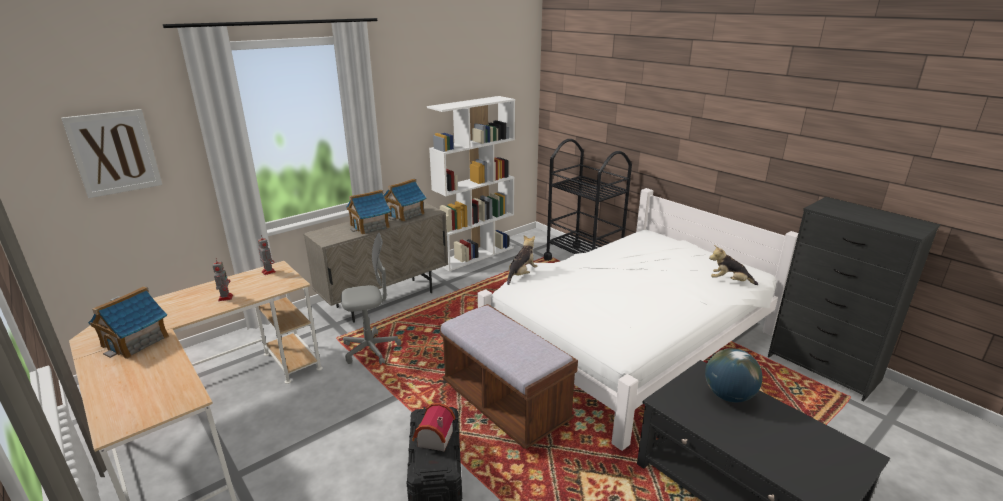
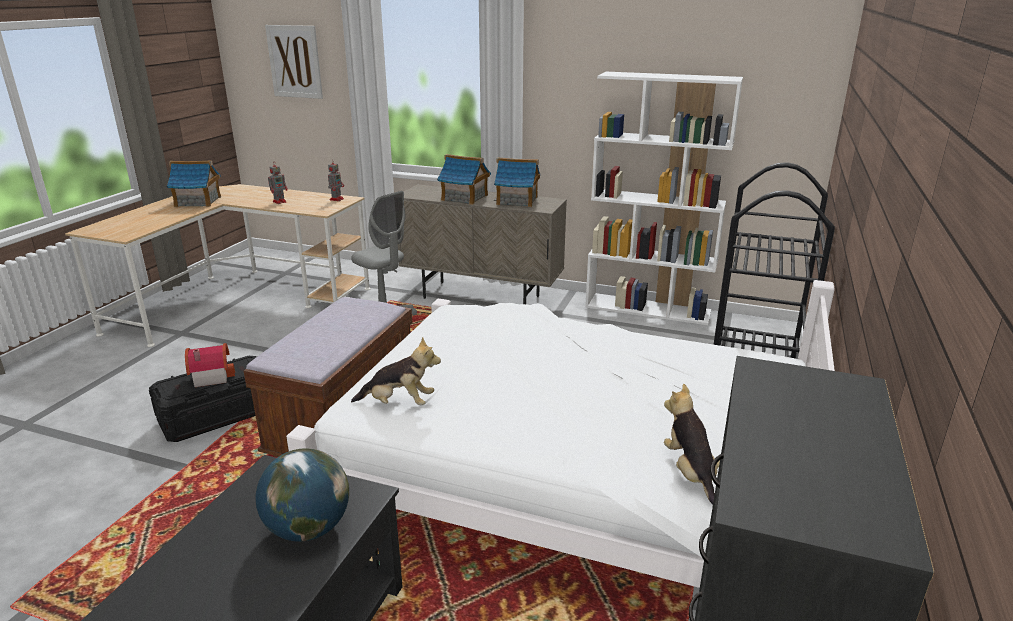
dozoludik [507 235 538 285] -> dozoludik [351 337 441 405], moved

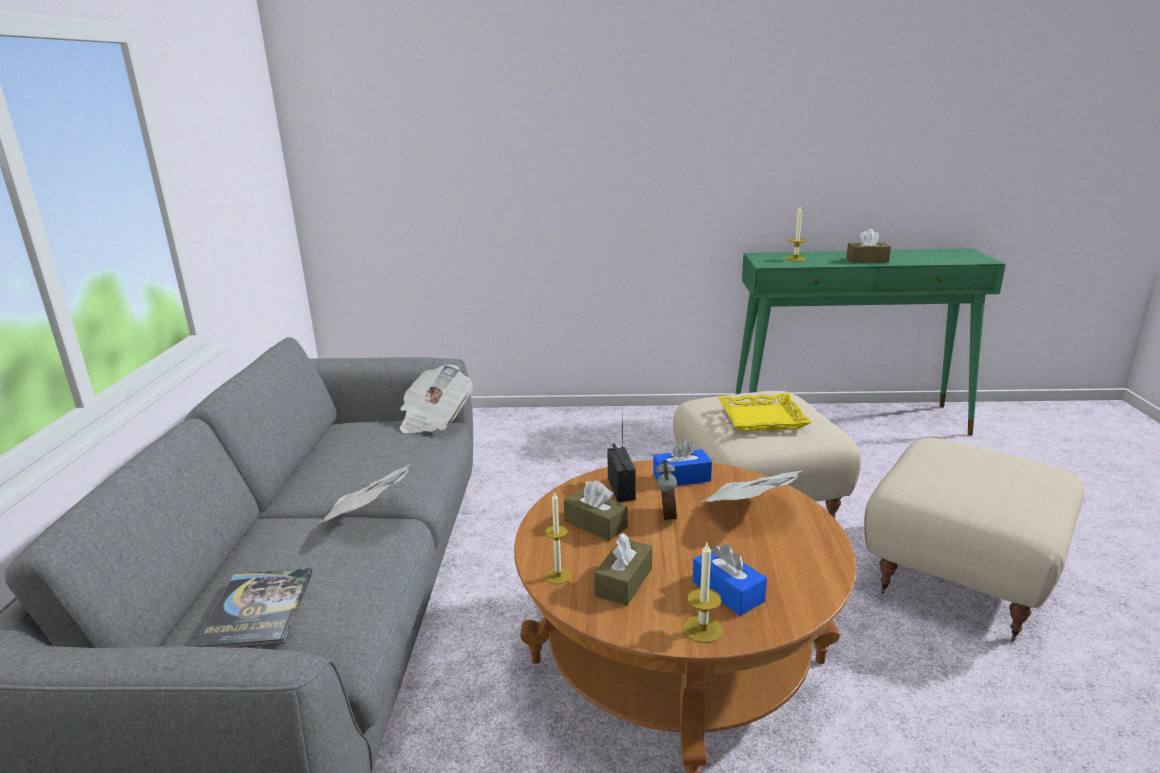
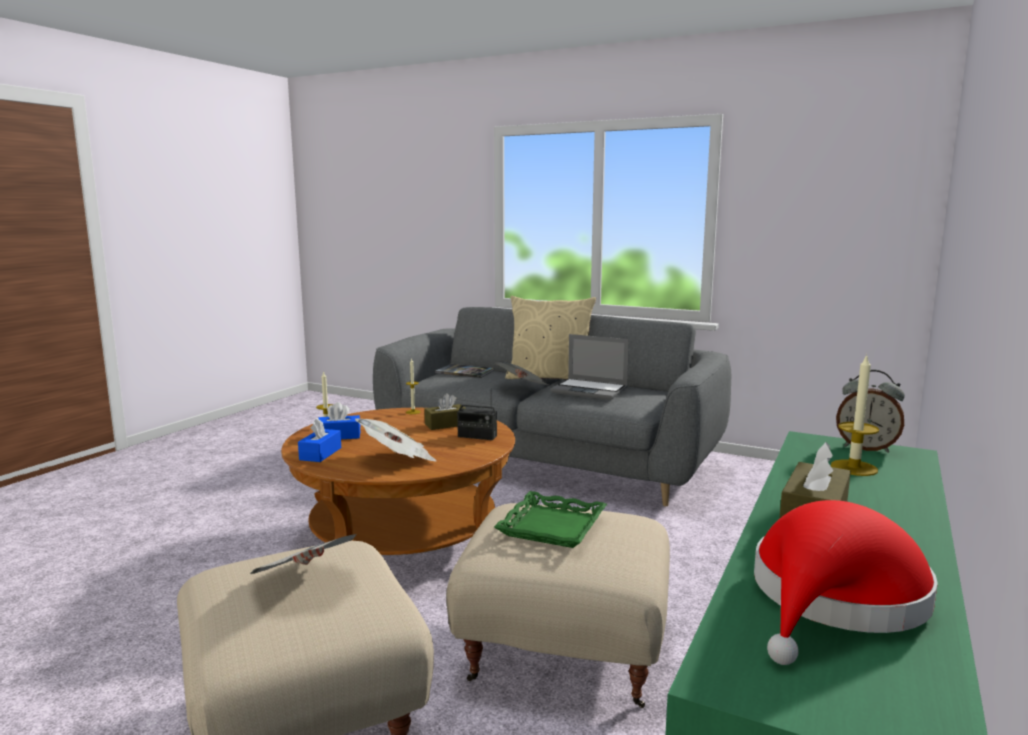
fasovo [400 364 473 434] -> fasovo [250 534 357 574], moved
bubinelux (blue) [653 439 712 486] -> bubinelux (blue) [298 418 341 462], moved
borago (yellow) [718 393 812 431] -> borago (green) [494 491 607 548]
none -> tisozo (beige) [505 296 596 379]
none -> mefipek [551 334 629 400]
none -> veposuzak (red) [754 500 938 665]
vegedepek [656 460 677 524] -> vegedepek [836 370 905 453], moved
bubinelux (brown) [594 533 652 606] -> none

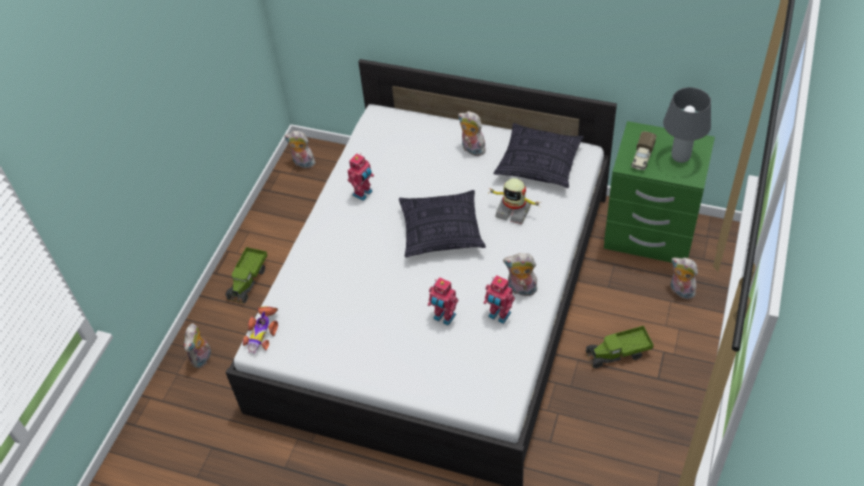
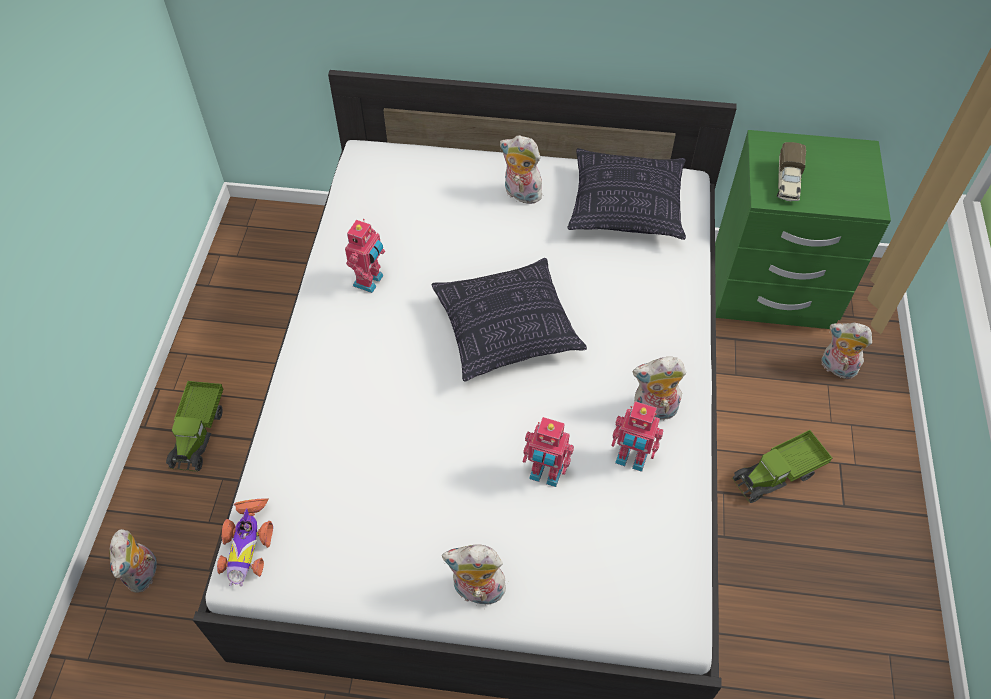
dozoludik [284 131 317 168] -> dozoludik [442 545 508 609], moved
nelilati [490 178 541 225] -> none
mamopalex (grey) [663 87 711 163] -> none

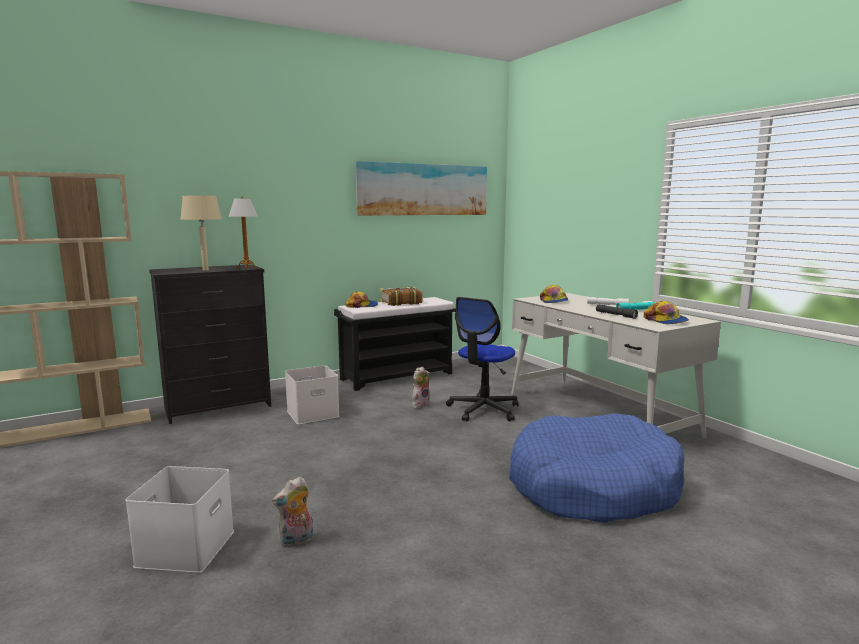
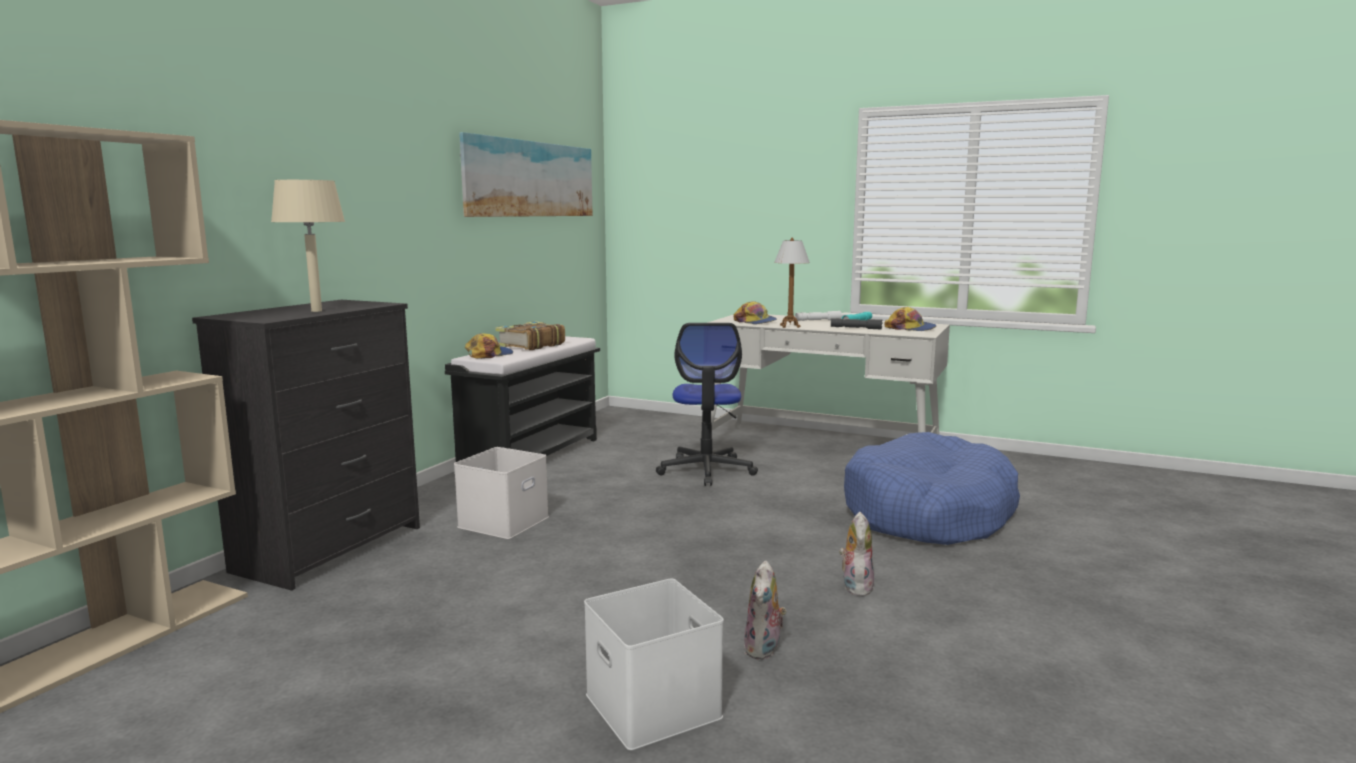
mamopalex [228 196 258 270] -> mamopalex [774 238 810 328], moved
dozoludik [411 367 430 409] -> dozoludik [839 512 874 596], moved

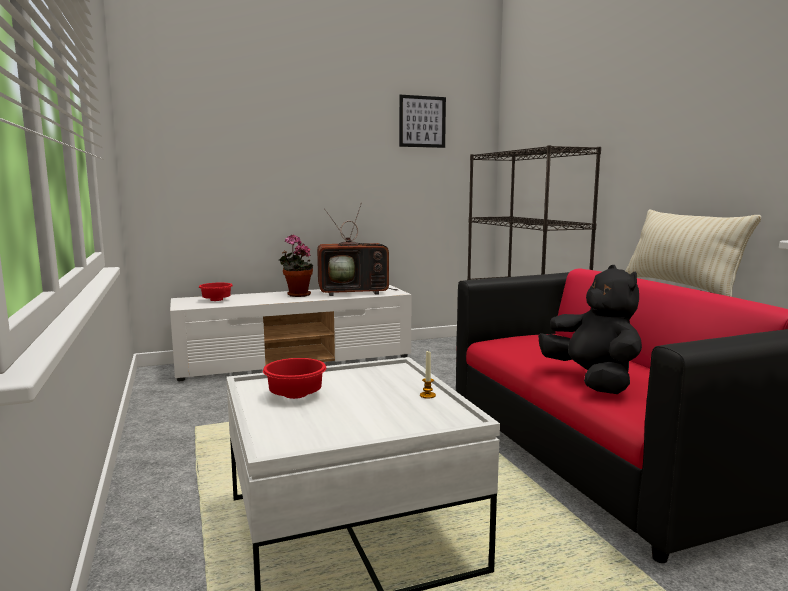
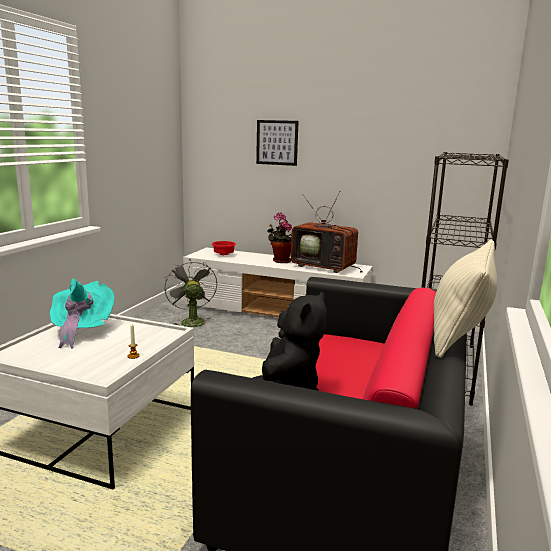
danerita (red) [263 358 326 399] -> veposuzak (turquoise) [50 279 114 348]
none -> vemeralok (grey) [164 259 217 328]
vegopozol [399 95 446 148] -> vegopozol [256 120 299 166], moved

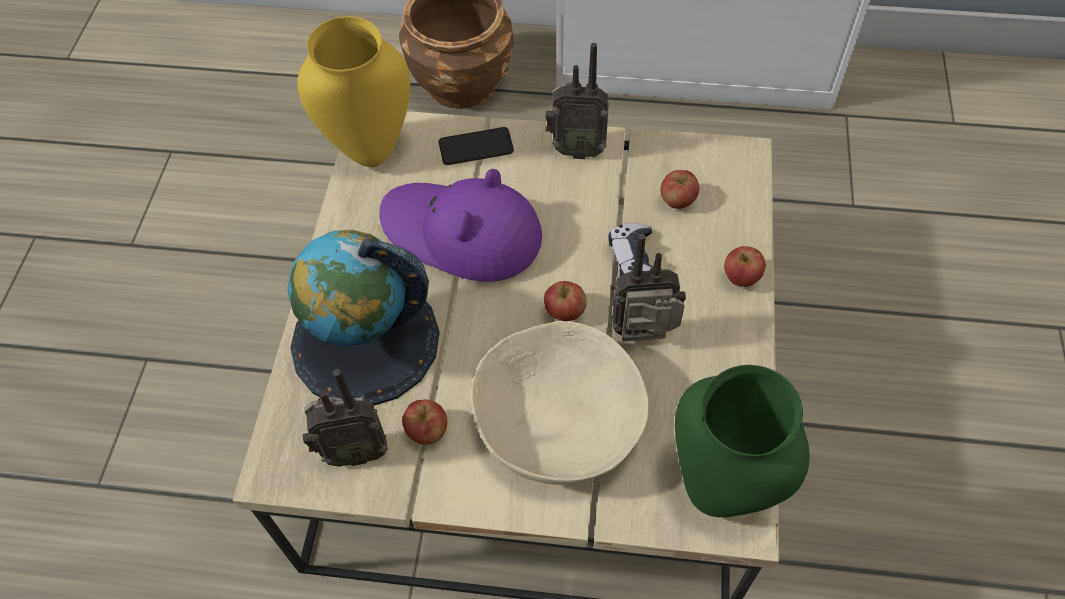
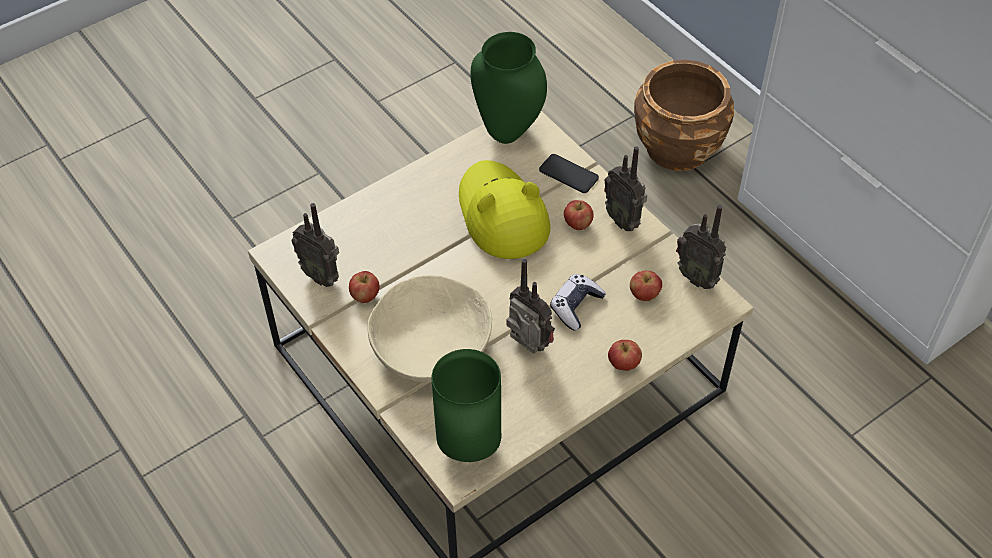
veposuzak (purple) [379 169 542 282] -> veposuzak (yellow) [459 160 550 259]
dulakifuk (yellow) [297 16 410 167] -> dulakifuk (green) [470 32 547 144]
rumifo [544 281 587 321] -> rumifo [564 200 594 230], moved
none -> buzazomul [676 205 726 289]
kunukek [288 230 440 405] -> none

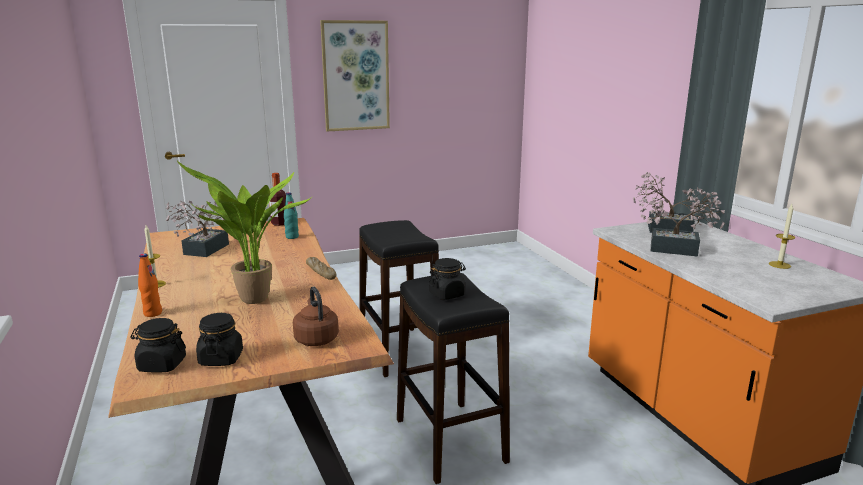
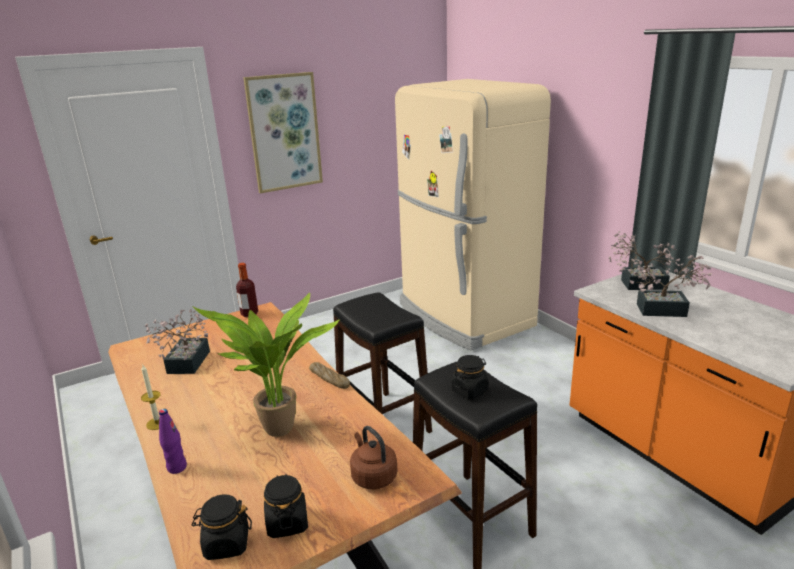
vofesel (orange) [138 253 162 317] -> vofesel (purple) [159 409 187 474]
none -> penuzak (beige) [395 79 551 350]
vofesel (turquoise) [284 192 299 239] -> none
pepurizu [769 204 795 269] -> none

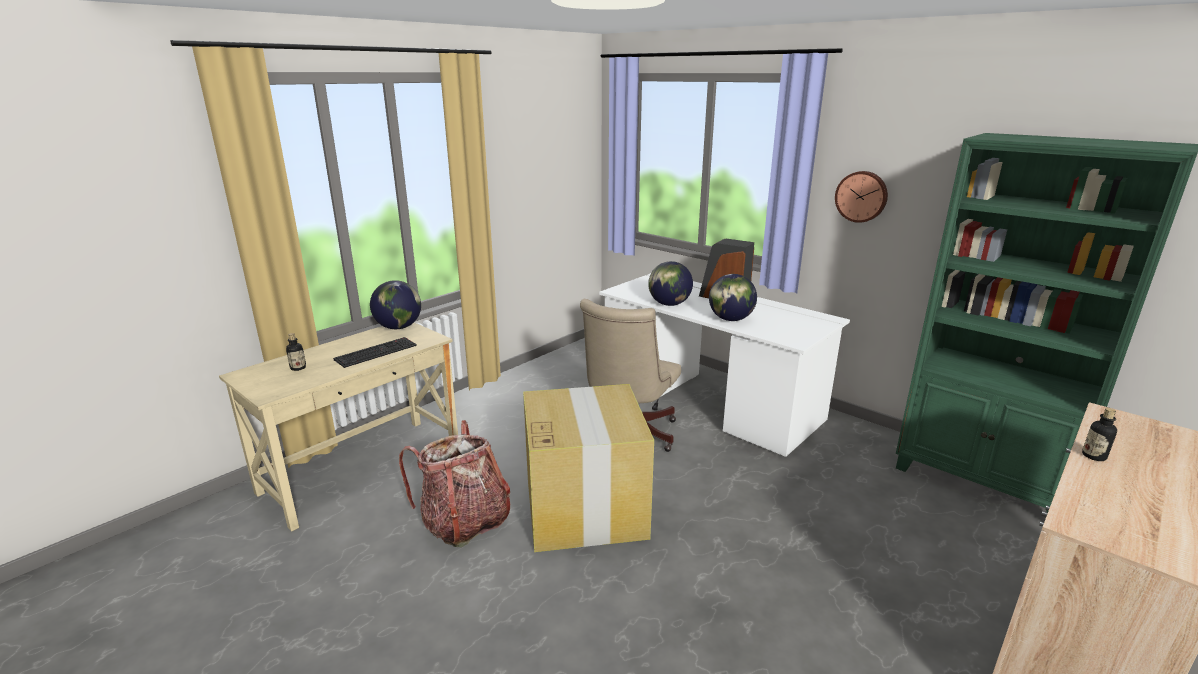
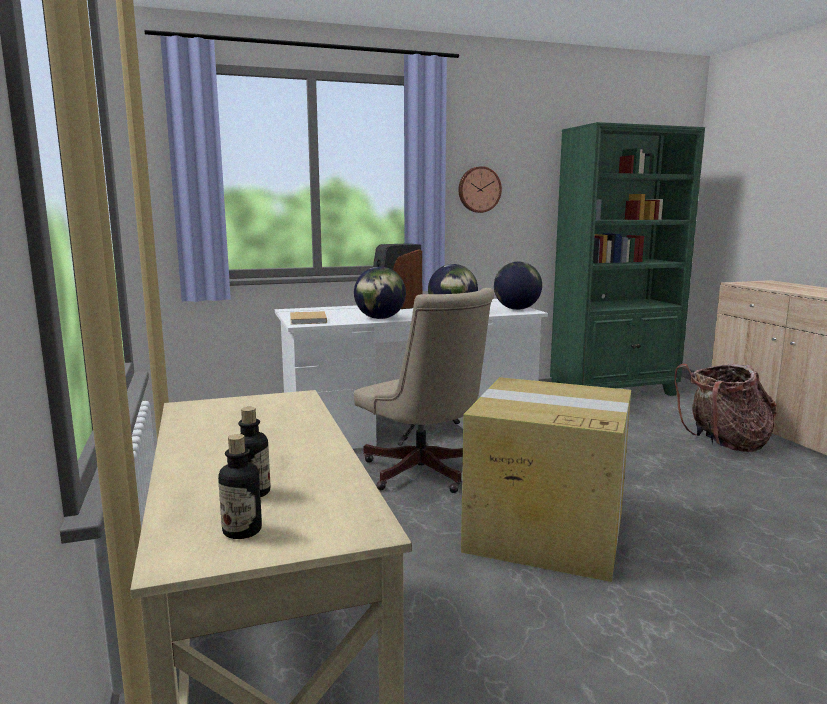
vofesel [1082 408 1117 461] -> vofesel [218 434 262 539], moved
none -> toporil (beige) [290 311 327 325]
kunukek [370 280 421 329] -> kunukek [494 262 542 310], moved
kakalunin [399 420 510 547] -> kakalunin [674 364 777 452], moved
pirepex [333 337 417 368] -> none

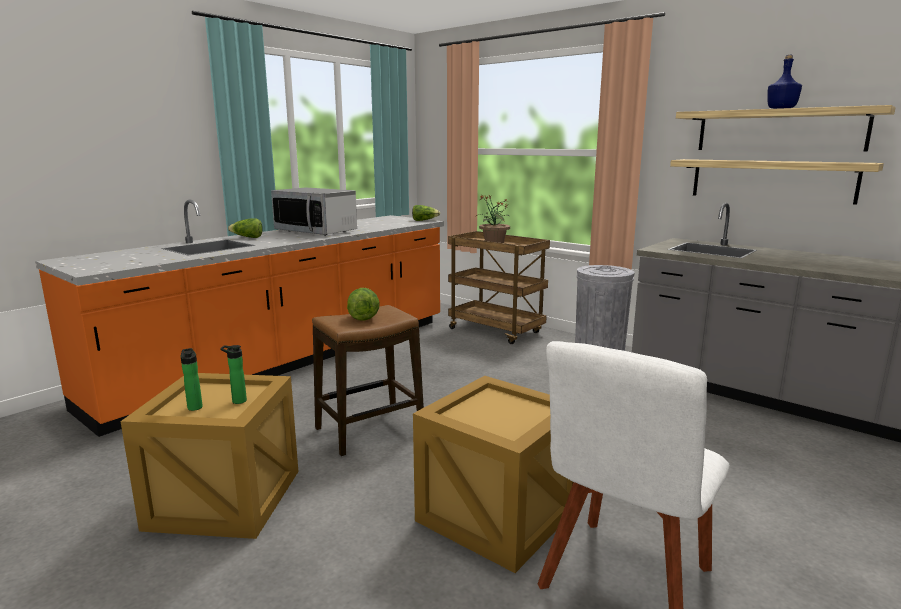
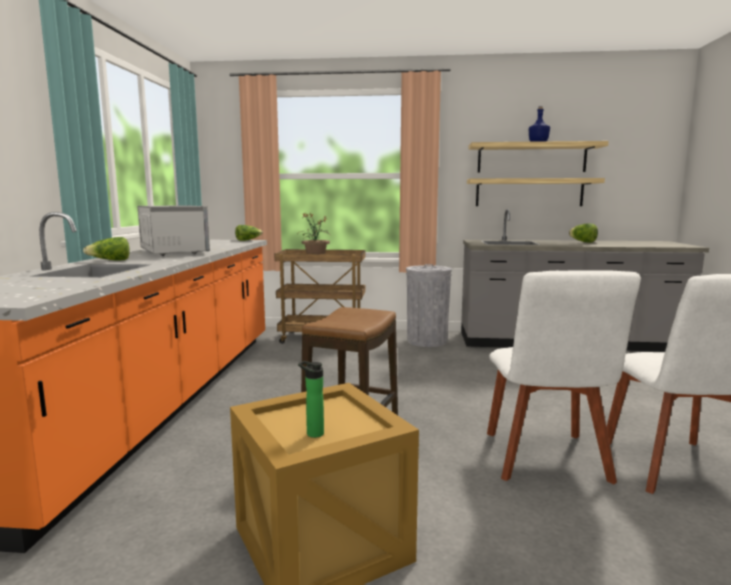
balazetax [271 187 357 236] -> balazetax [137 205 210 256], 120 degrees counterclockwise
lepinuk [413 376 573 573] -> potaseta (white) [487 270 641 484]
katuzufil [347 288 380 321] -> katuzufil [569 223 598 242], moved
vofesel [220 345 247 404] -> none

